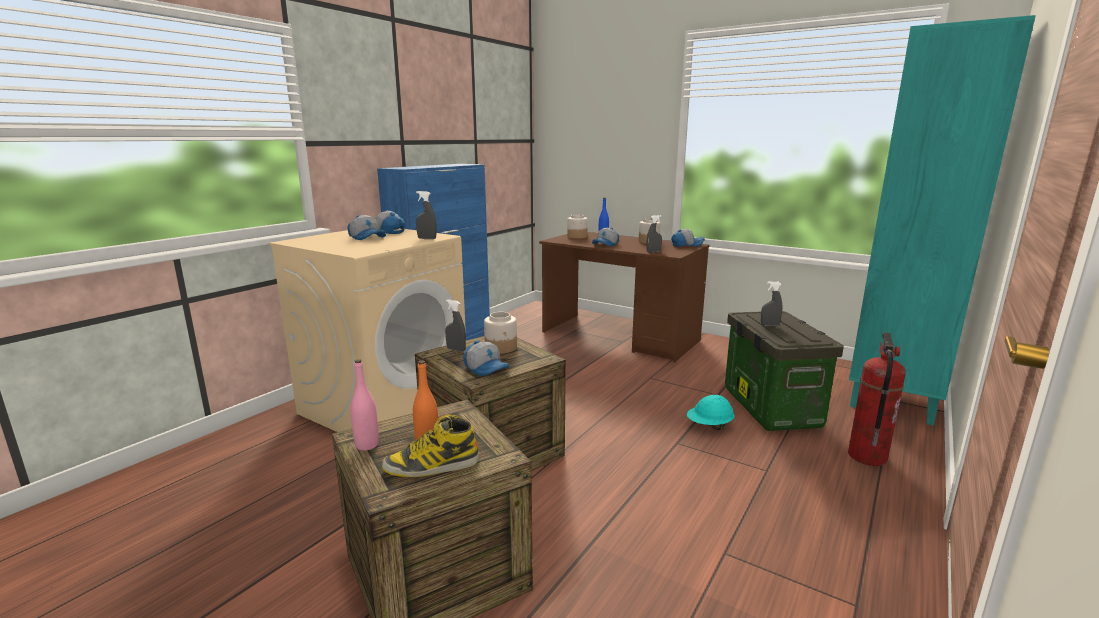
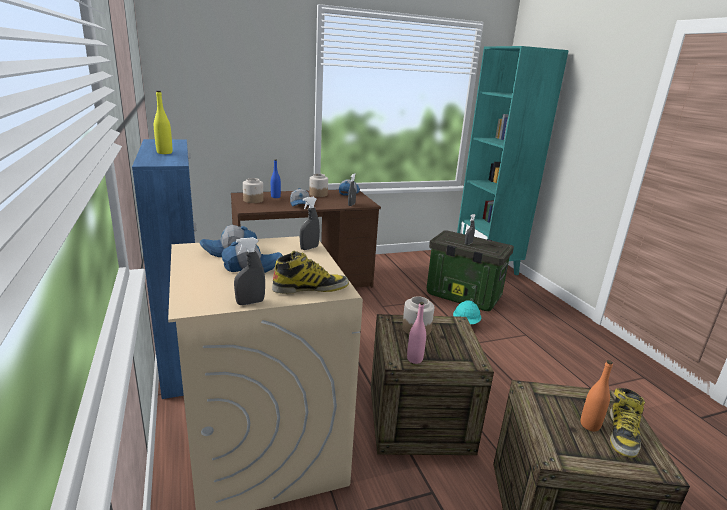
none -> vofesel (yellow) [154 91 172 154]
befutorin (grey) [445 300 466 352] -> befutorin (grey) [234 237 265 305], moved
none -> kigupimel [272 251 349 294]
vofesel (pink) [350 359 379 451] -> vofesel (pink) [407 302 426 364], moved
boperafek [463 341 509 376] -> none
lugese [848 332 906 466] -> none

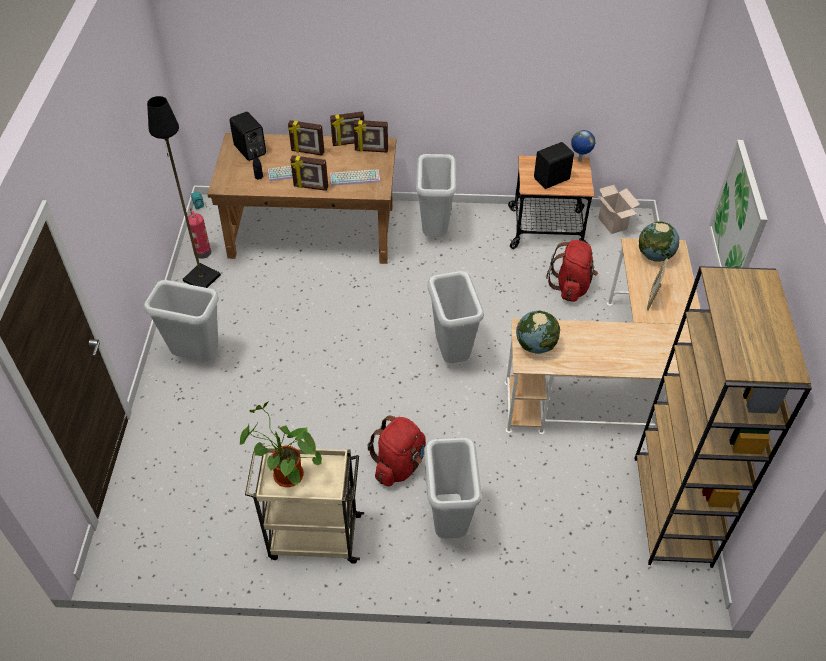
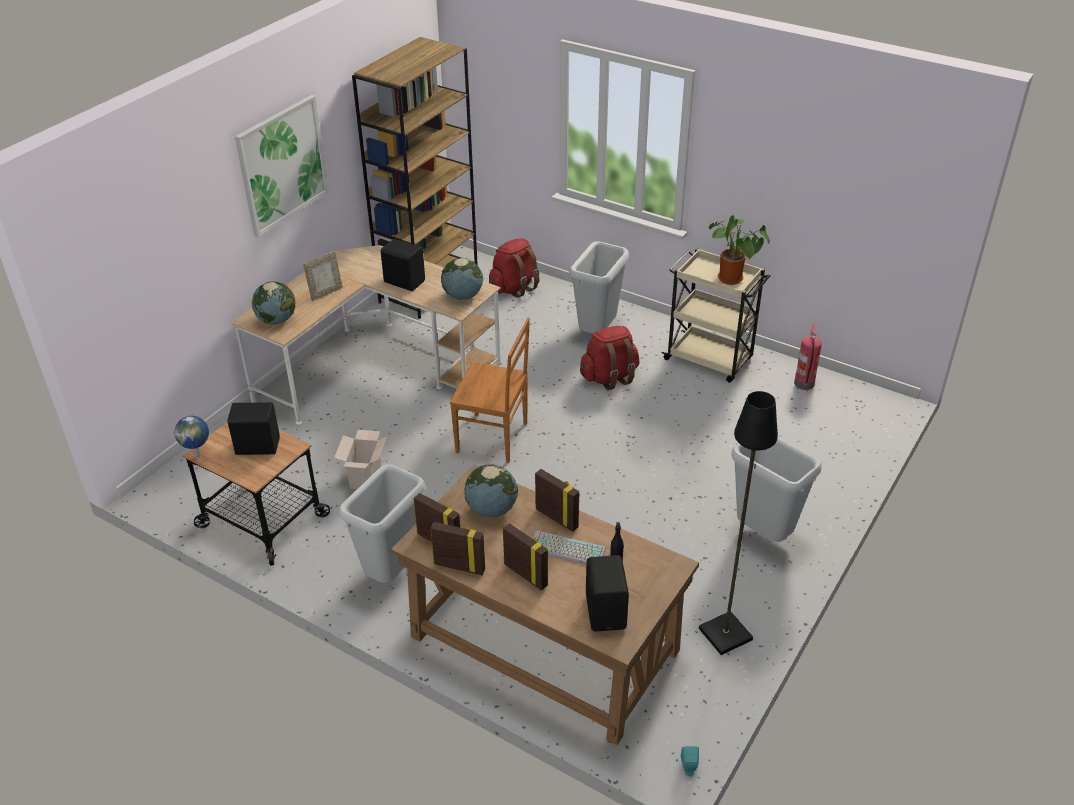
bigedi [597 185 640 234] -> bigedi [334 430 387 489], moved
none -> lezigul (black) [381 239 425 291]
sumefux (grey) [427 271 484 363] -> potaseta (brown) [450 318 530 463]
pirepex [330 169 380 186] -> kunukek [465 464 518 517]
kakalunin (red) [546 240 598 302] -> kakalunin (red) [489 239 540 298], moved
lugese [186 208 211 259] -> lugese [794 323 822 390], moved

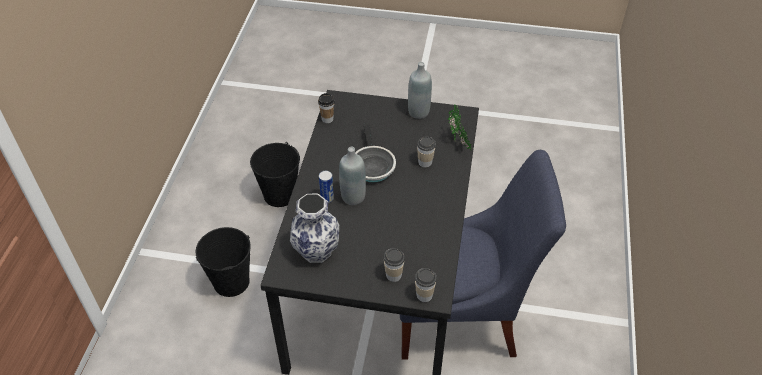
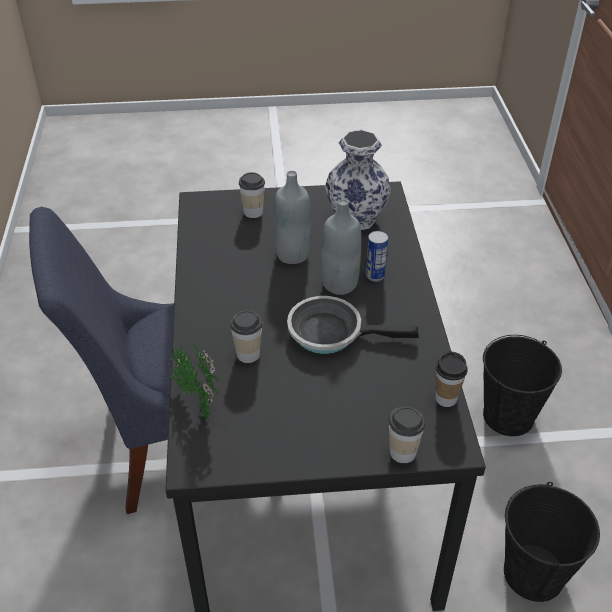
vofesel (grey) [408 62 432 119] -> vofesel (grey) [274 171 311 264], moved
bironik [355 123 396 182] -> bironik [287 296 419 354], 60 degrees counterclockwise
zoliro [415 268 437 302] -> zoliro [389 407 425 463], moved

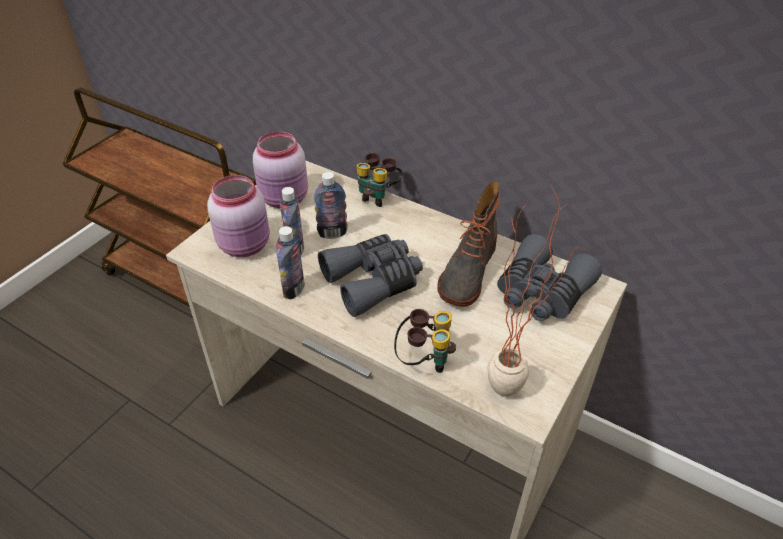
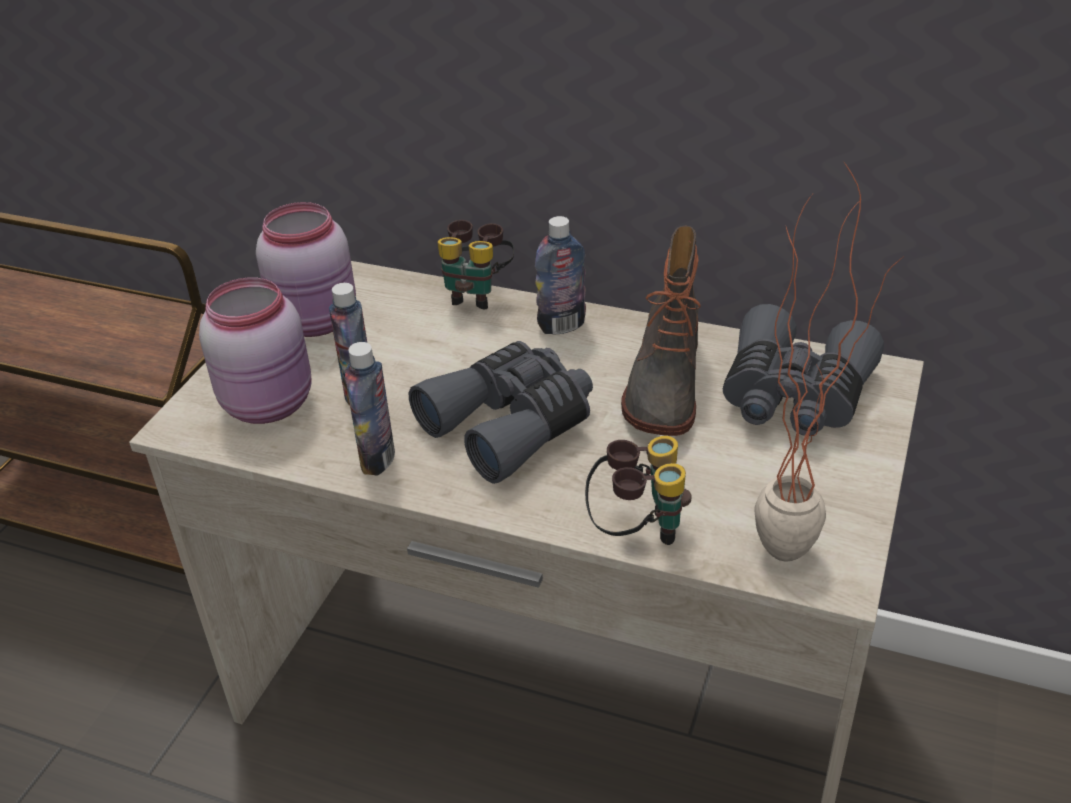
vofesel [314 172 348 239] -> vofesel [535 216 586 334], moved

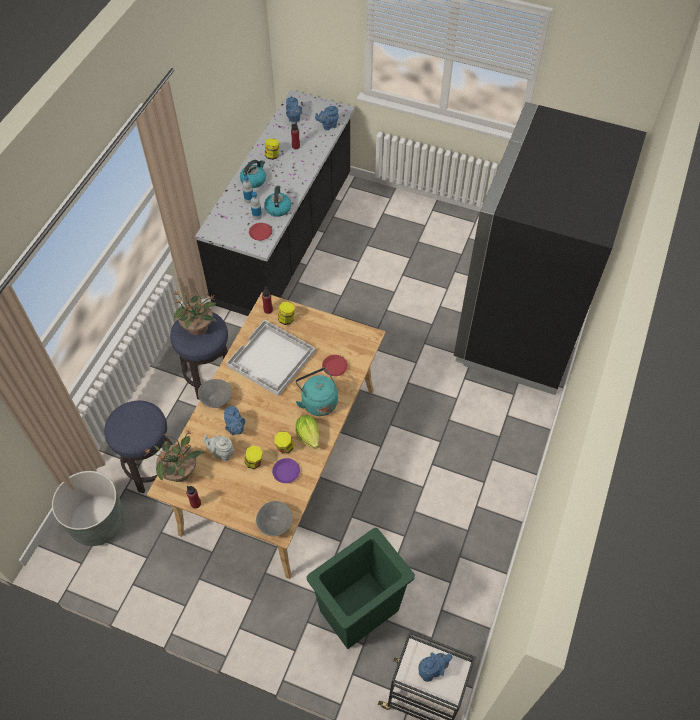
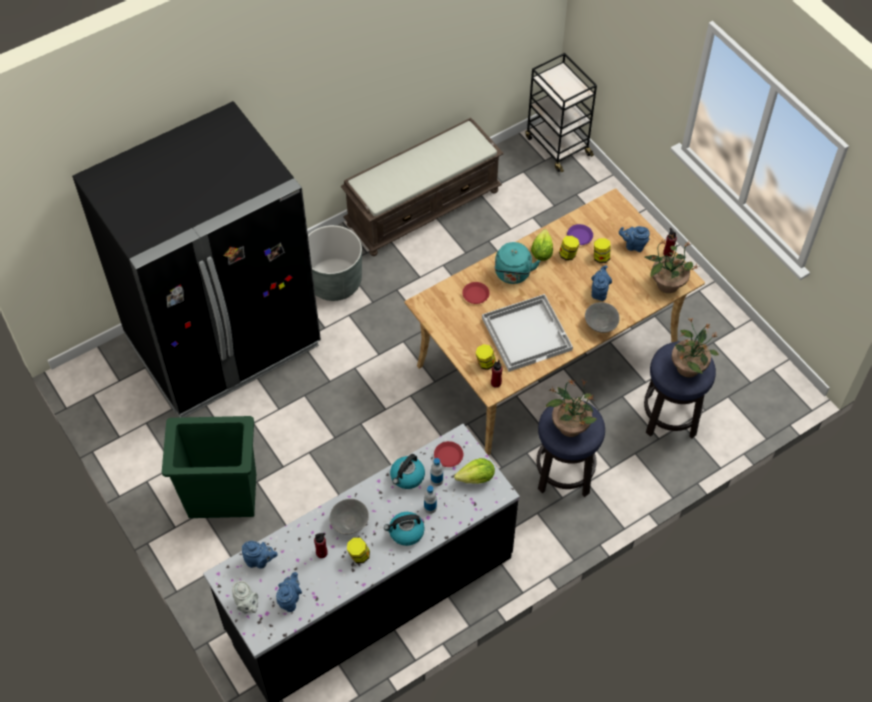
sumefux (green) [307 528 415 649] -> sumefux (green) [162 416 256 518], moved
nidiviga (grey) [203 435 234 462] -> nidiviga (grey) [232 581 258 614], moved
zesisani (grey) [52 471 125 546] -> zesisani (grey) [308 225 362 301], moved
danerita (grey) [256 501 293 536] -> danerita (grey) [330 499 369 534], moved
none -> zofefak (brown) [341 118 504 256]
none -> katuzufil [454 458 495 484]
nidiviga (blue) [418 653 452 682] -> nidiviga (blue) [619 226 650 252], moved
none -> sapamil [671 318 719 378]

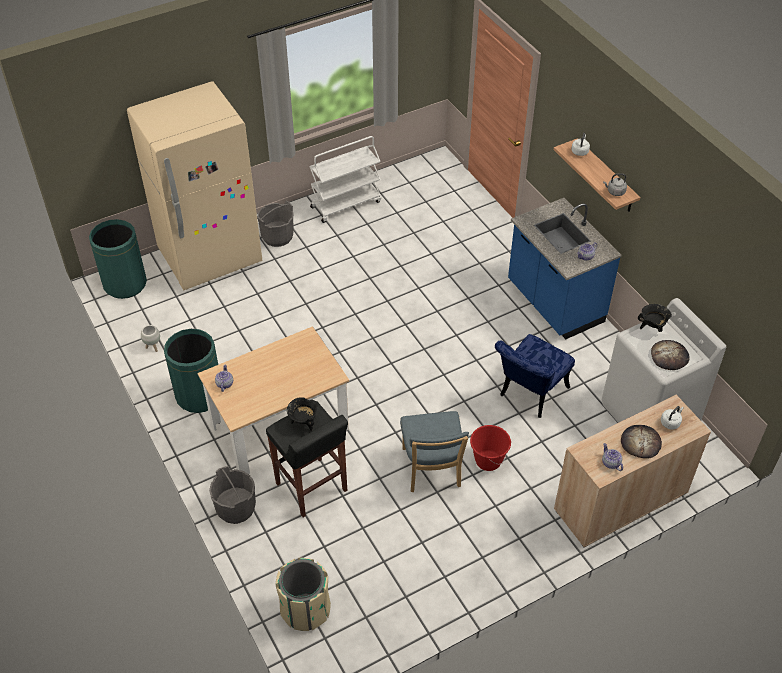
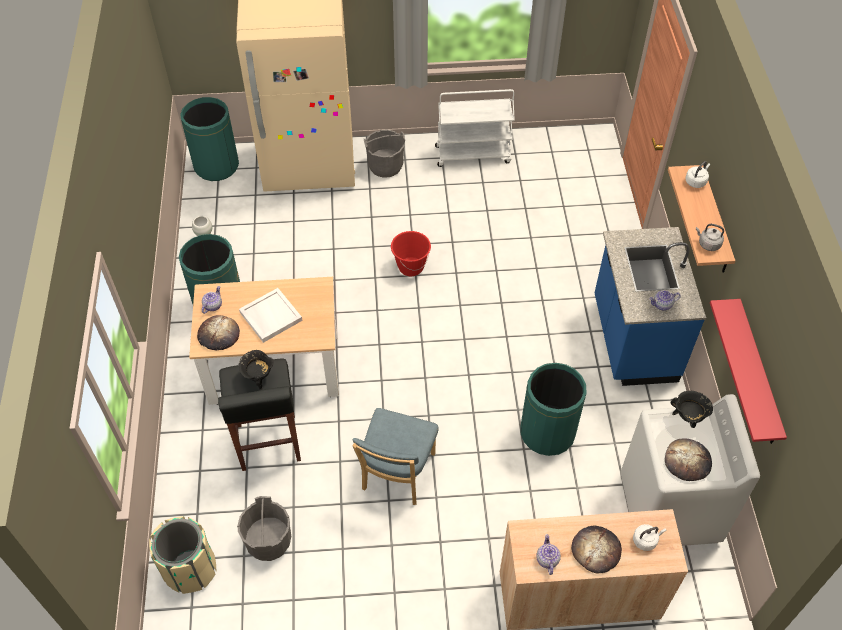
none -> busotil [197 315 240 350]
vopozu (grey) [209 466 256 524] -> vopozu (grey) [237 496 291 561], moved
none -> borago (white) [239 288 302 343]
vopozu (red) [470 425 511 471] -> vopozu (red) [391 231 431 276], moved
potaseta (blue) [495 334 575 418] -> sumefux (green) [521 363 587 456]
none -> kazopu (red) [710 299 787 444]

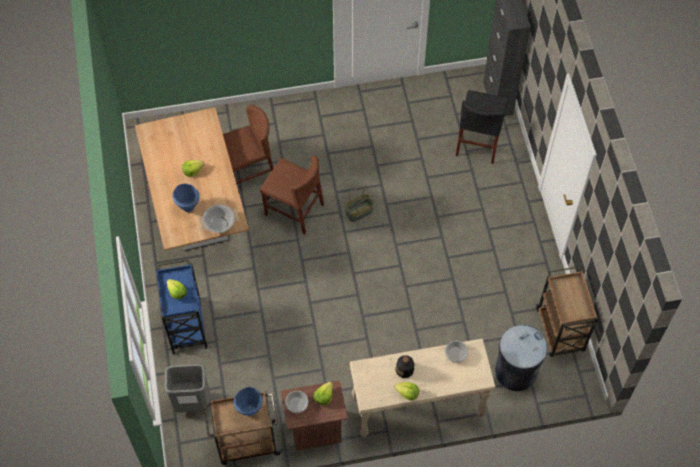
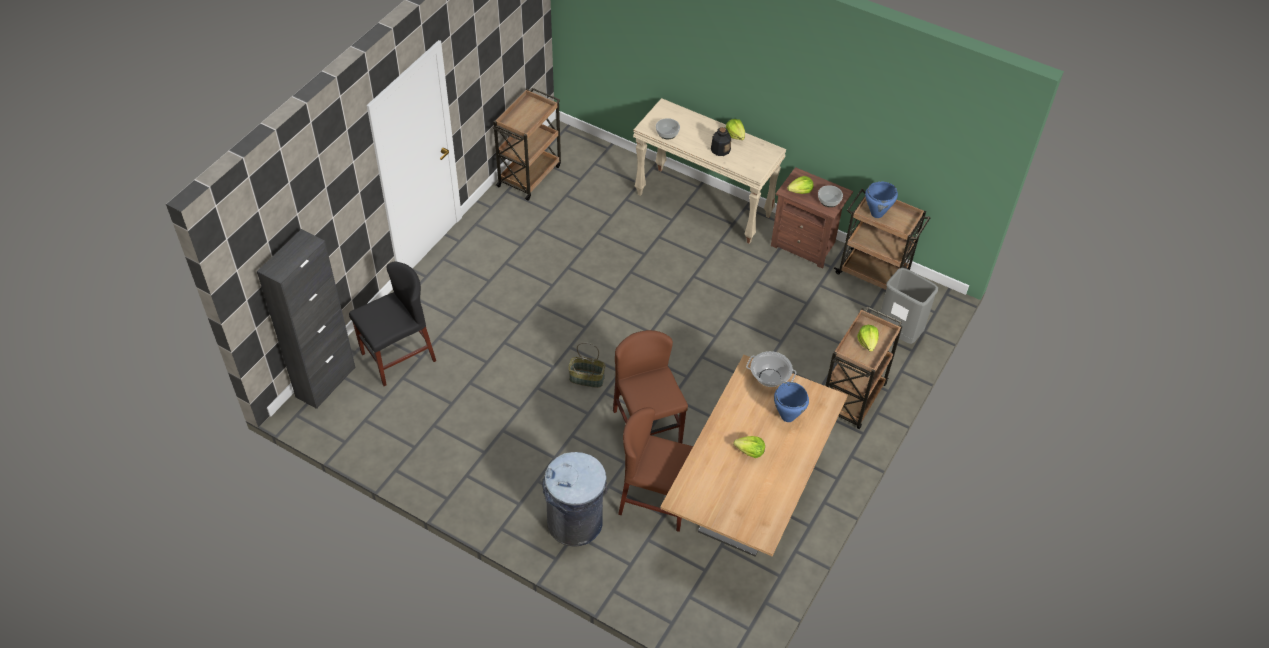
sumefux (grey) [495 325 547 391] -> sumefux (grey) [542 452 607 547], moved
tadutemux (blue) [156 260 207 355] -> tadutemux (brown) [825 307 903 429]

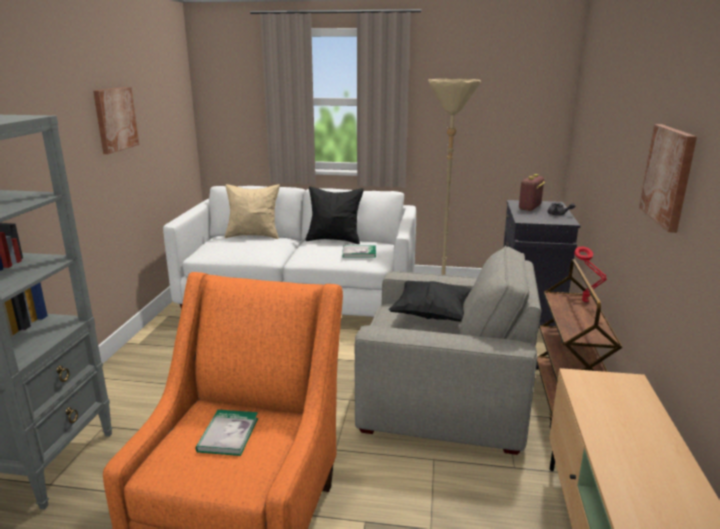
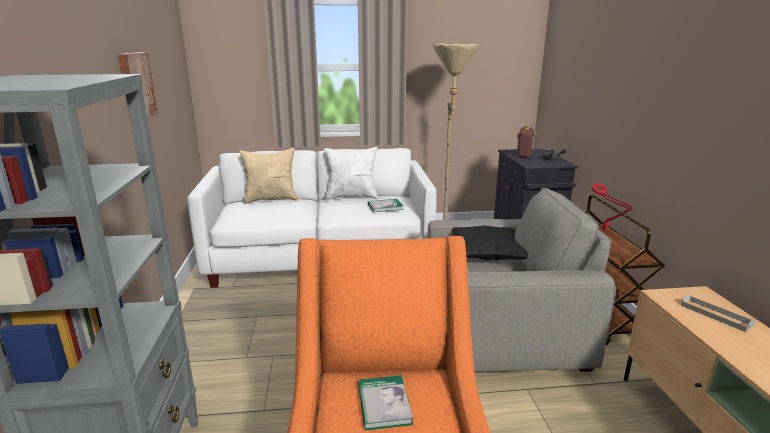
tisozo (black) [306 187 364 244] -> tisozo (white) [325 147 378 200]
none -> borago (grey) [681 294 755 332]
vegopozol [639 124 697 233] -> none

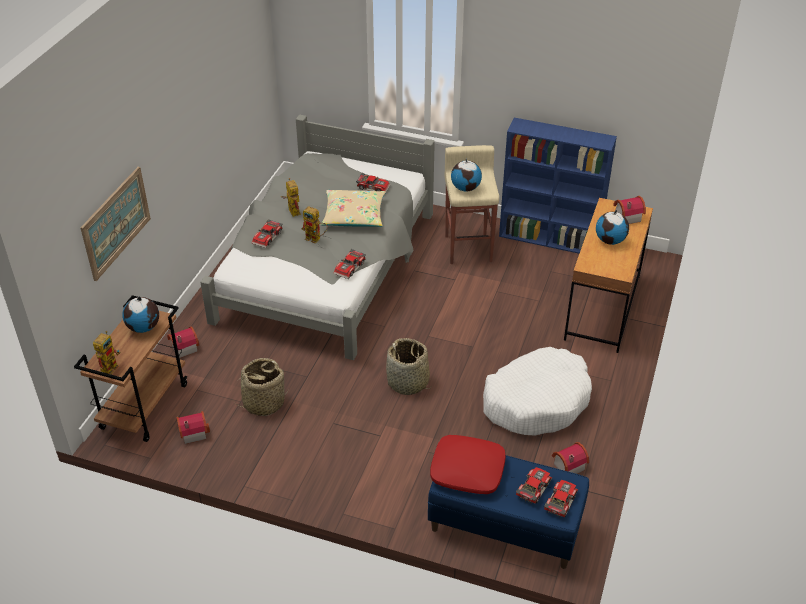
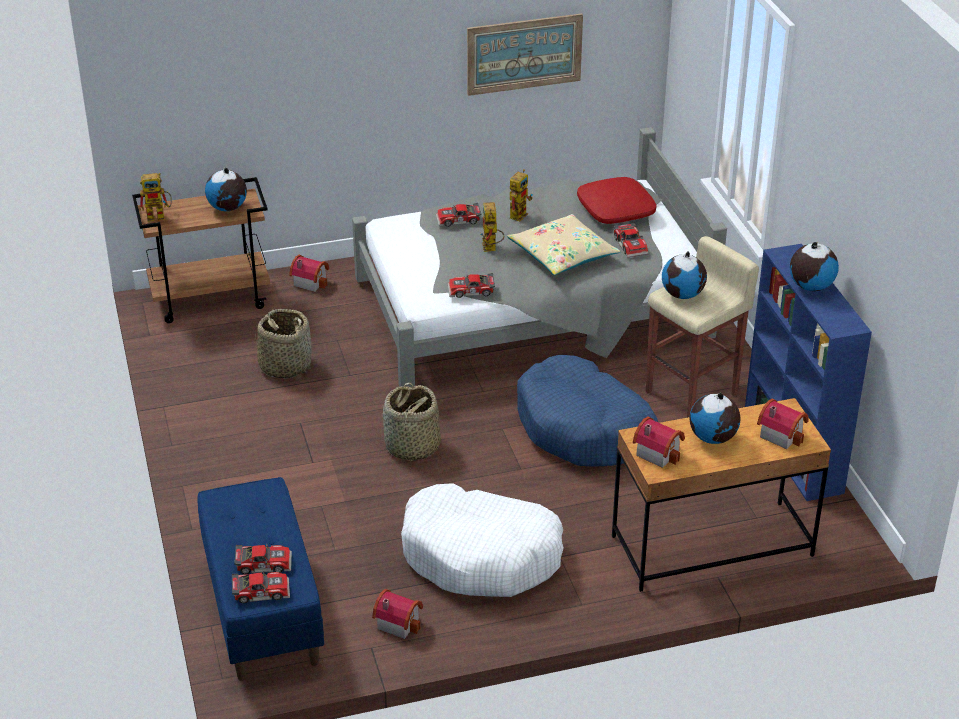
vegopozol [81 167 151 281] -> vegopozol [467 13 583 96], moved
none -> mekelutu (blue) [517 355 658 467]
tisozo (red) [430 435 506 494] -> tisozo (red) [577 177 657 224], moved
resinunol [176 411 210 444] -> resinunol [633 416 685 468], moved
none -> kunukek [790 242 839 291]

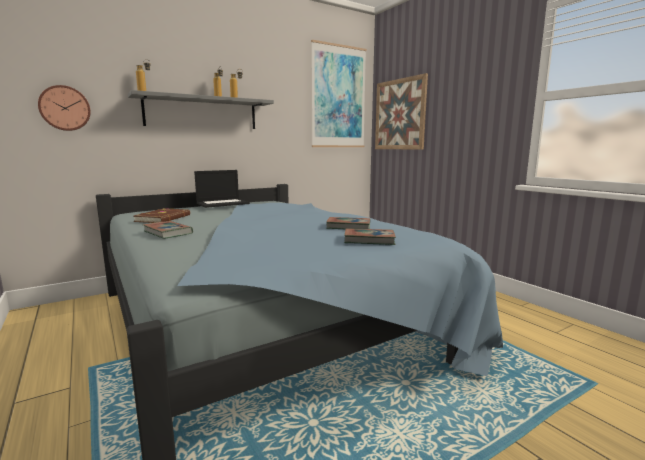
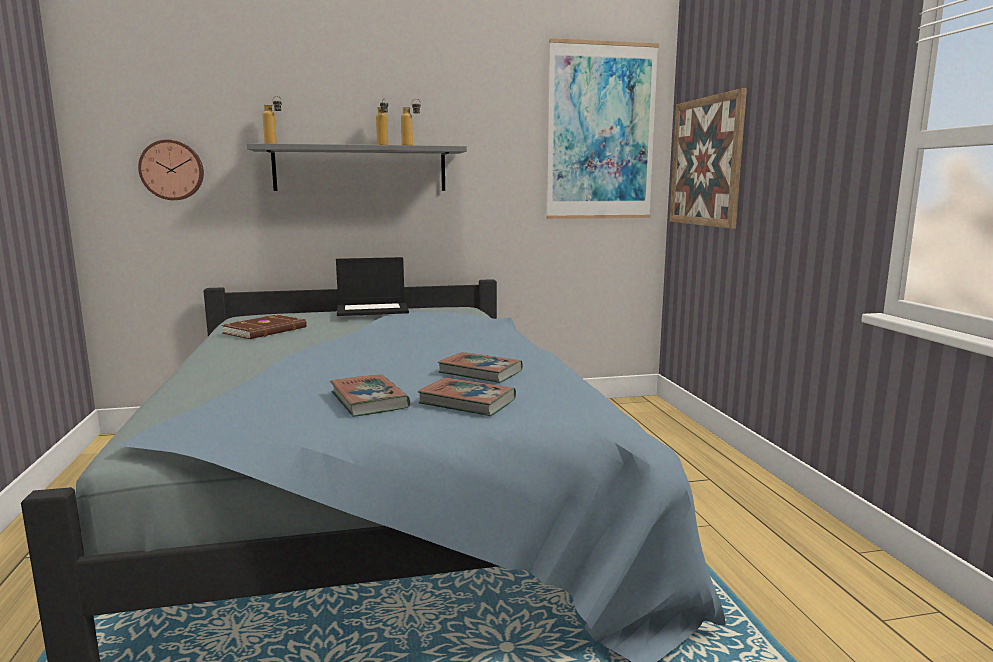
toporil [143 221 193 239] -> toporil [330 375 410 417], moved

